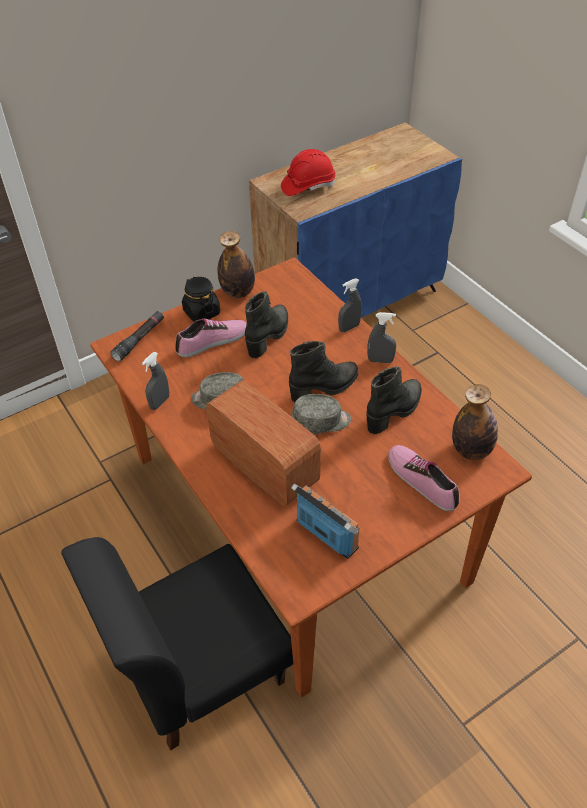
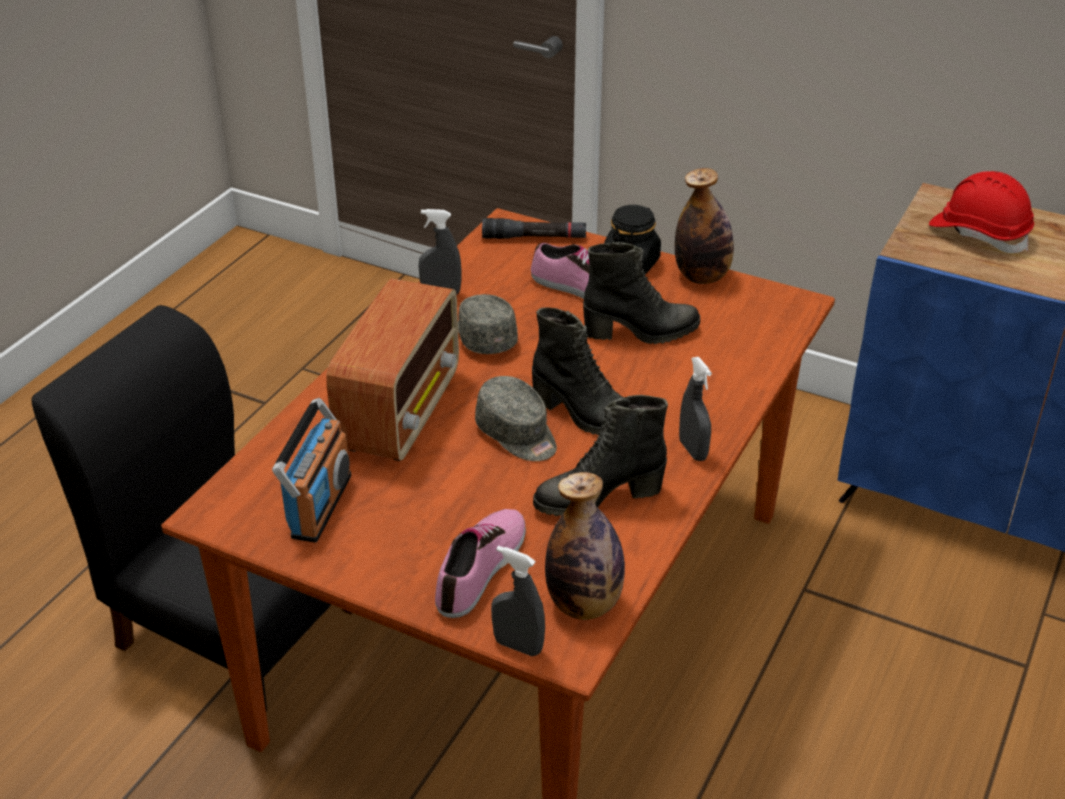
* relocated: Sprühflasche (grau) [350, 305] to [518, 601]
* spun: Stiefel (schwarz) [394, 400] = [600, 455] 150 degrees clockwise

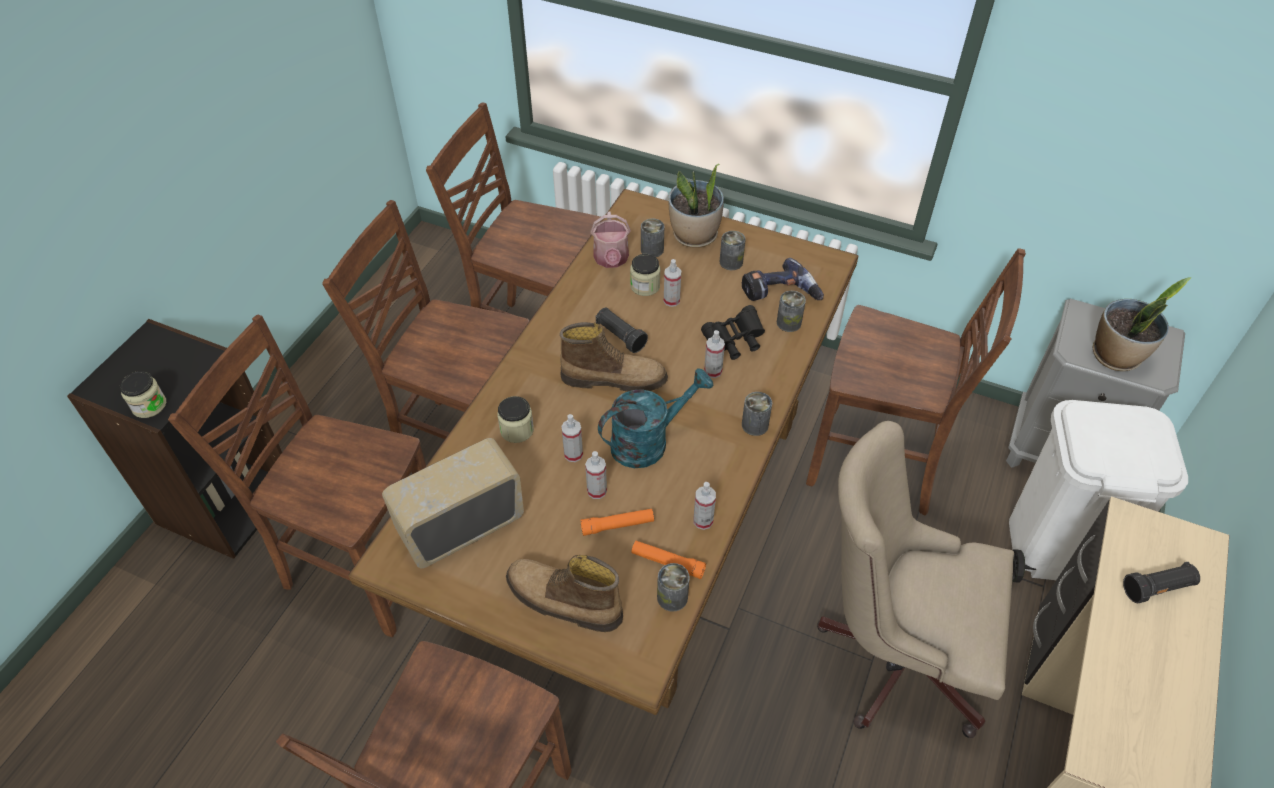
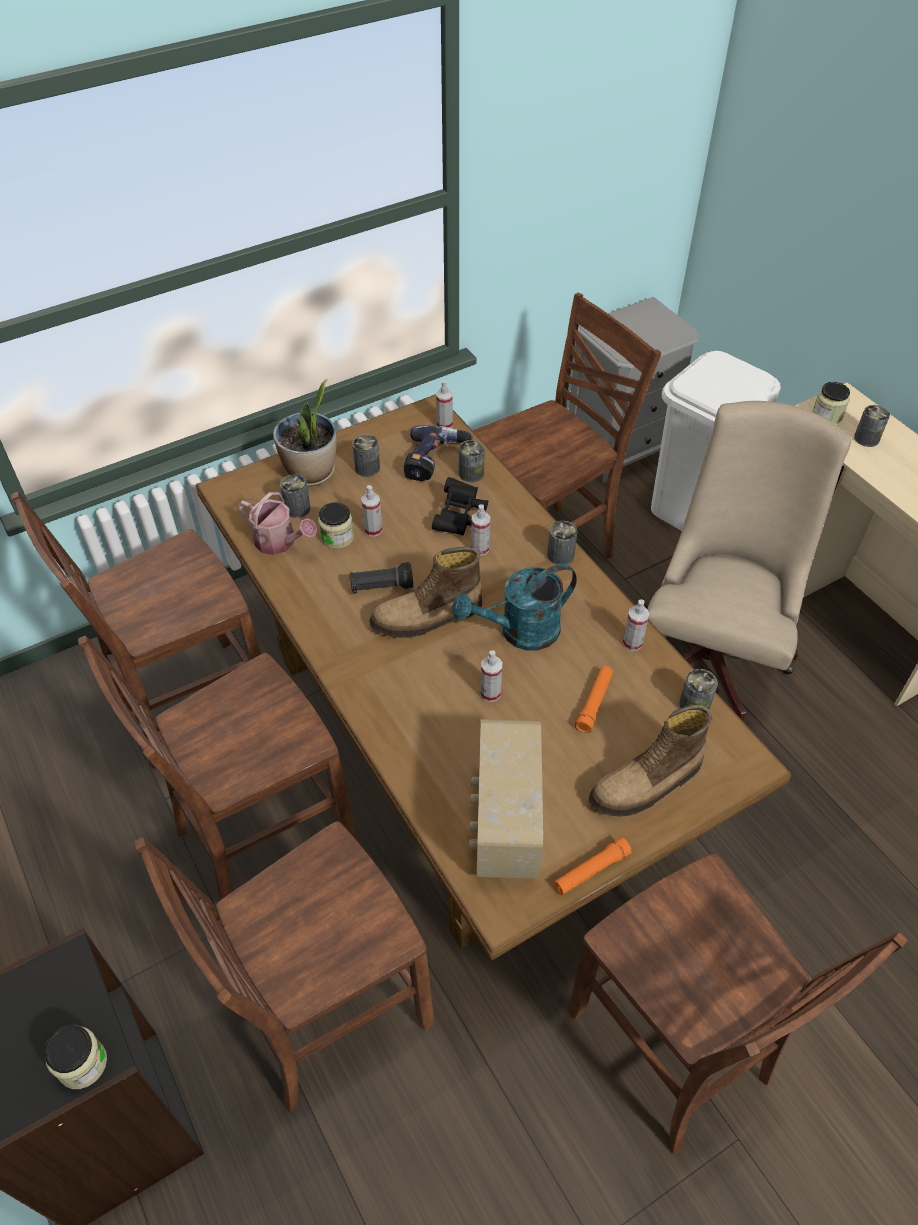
* missing: Topfpflanze [1142, 324]
* spun: Stiefel [614, 357] = [425, 592] 150 degrees counterclockwise
* spun: Gießkanne (türkis) [656, 418] = [514, 607] 120 degrees counterclockwise
* relocated: Vorratsglas [515, 419] to [831, 403]
* spun: Bürostuhl (beige) [915, 579] = [747, 561] 150 degrees clockwise
* relocated: Sprühflasche [596, 475] to [444, 404]
* relocated: Taschenlampe (orange) [668, 560] to [593, 866]
* exchanged: Taschenlampe (schwarz) [1161, 582] to Dose [872, 426]

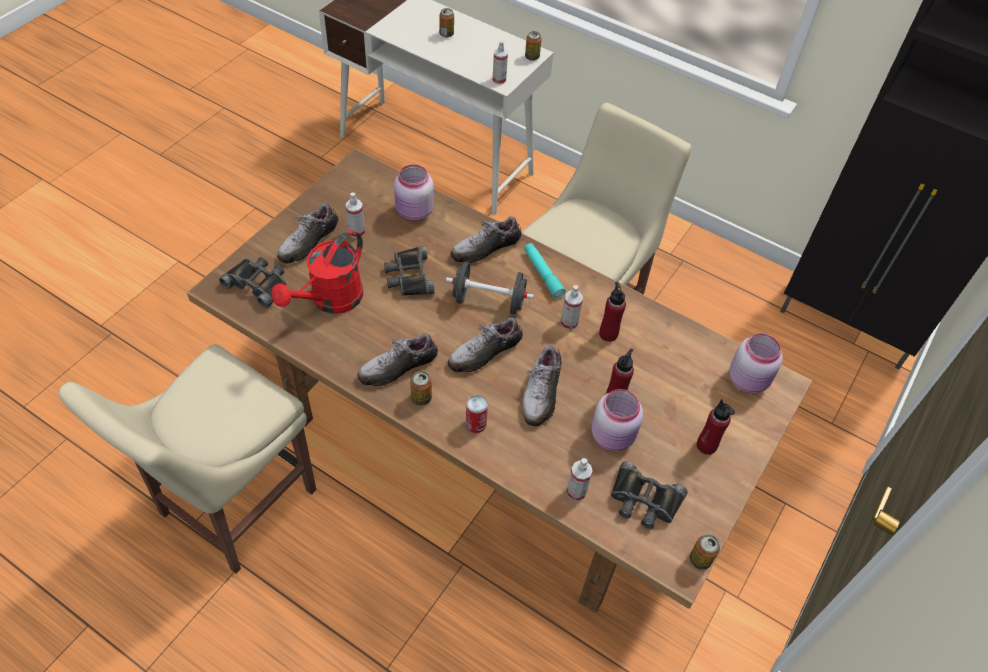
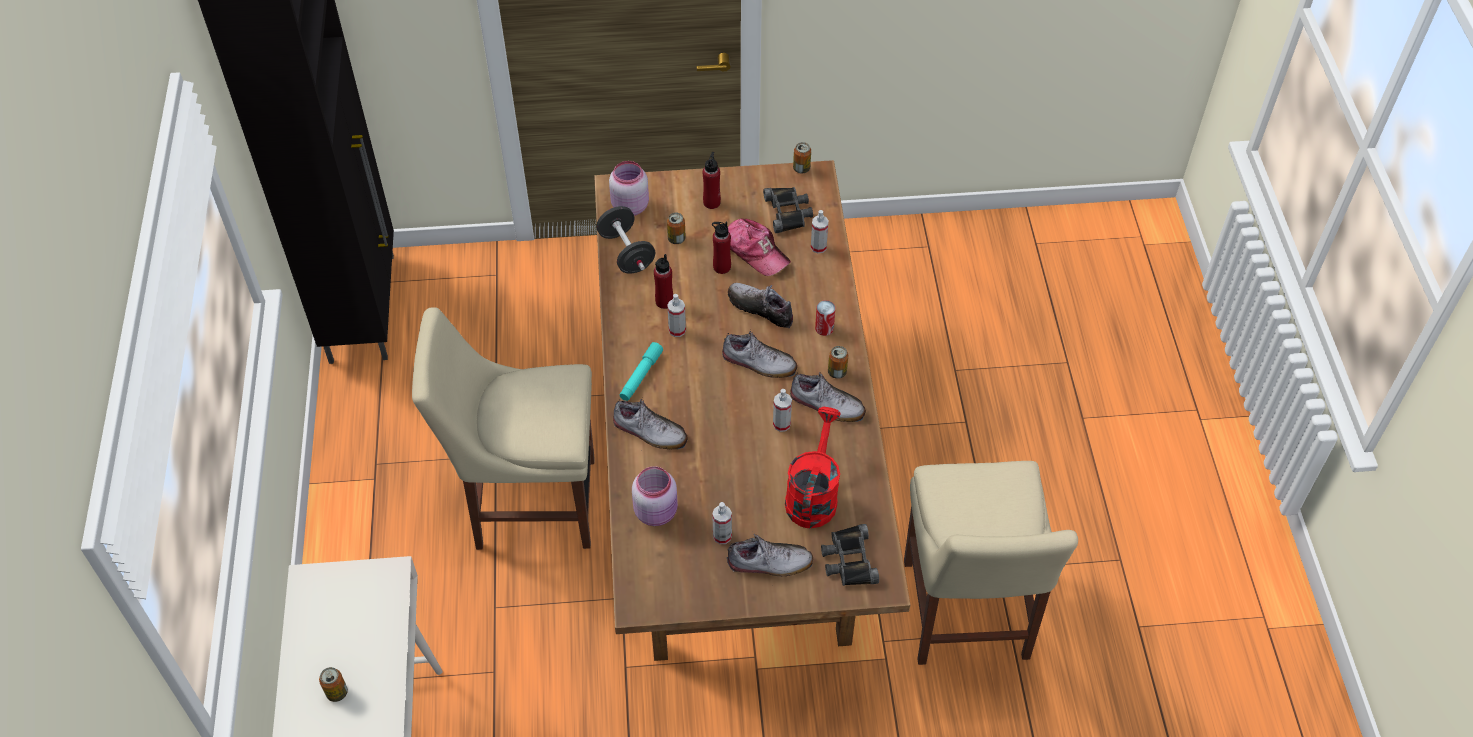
* relocated: Dose [533, 46] to [676, 228]
* relocated: Sprühflasche [500, 62] to [782, 410]
* spun: Gießkanne (rot) [317, 271] = [813, 467] 75 degrees counterclockwise
* missing: Fernglas (schwarz) [409, 271]
* relocated: Hantel (schwarz) [490, 288] to [625, 240]
* spun: Stuhl (beige) [187, 459] = [991, 563] 90 degrees clockwise
* spun: Schuh [544, 386] = [760, 305] 120 degrees counterclockwise
* exchanged: Vorratsglas (rosa) [617, 420] to Kappe [759, 247]

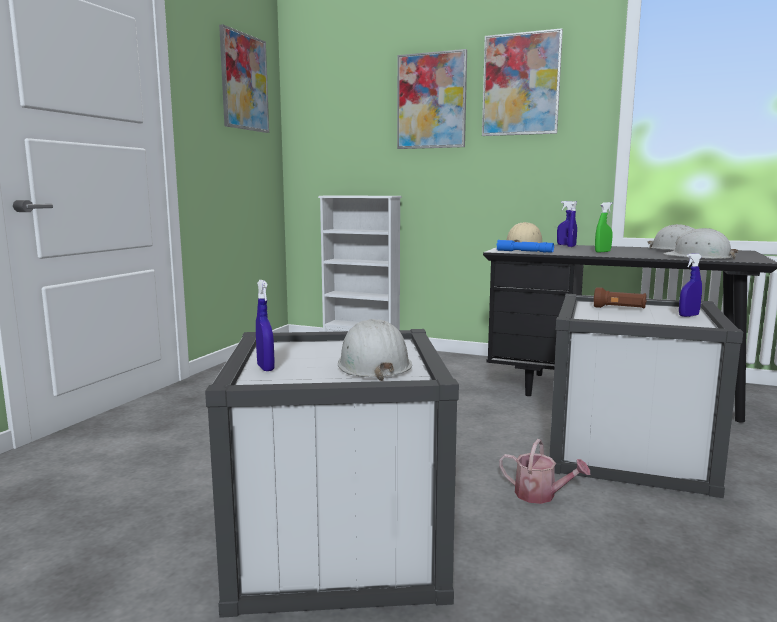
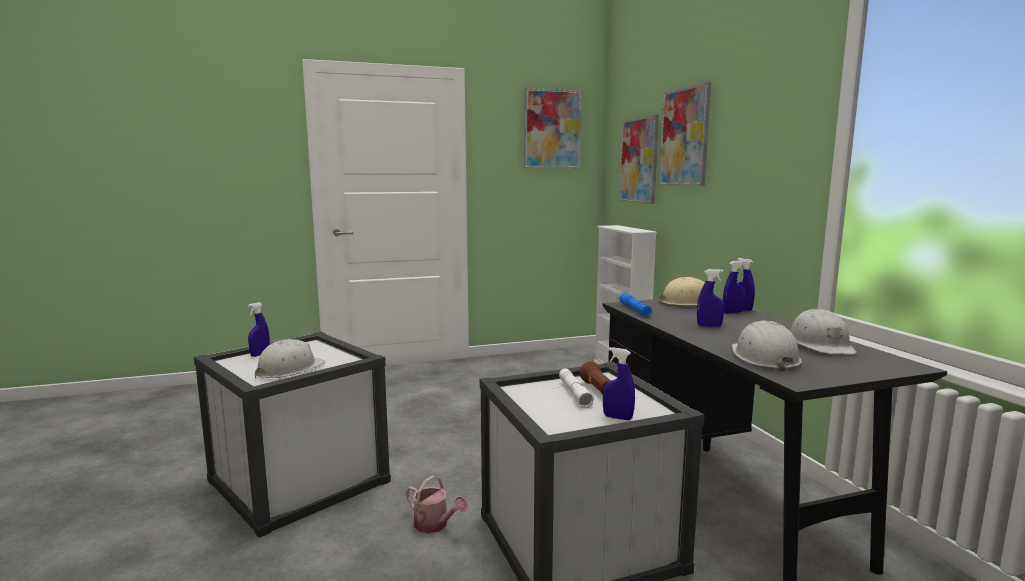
* relocated: Bild [522, 82] to [639, 159]
* colour: Sprühflasche (grün) [604, 227] to Sprühflasche (blau) [710, 298]
* spun: Gießkanne [544, 471] = [437, 504] 45 degrees counterclockwise
* appeared: Taschenlampe (weiß) [576, 388]

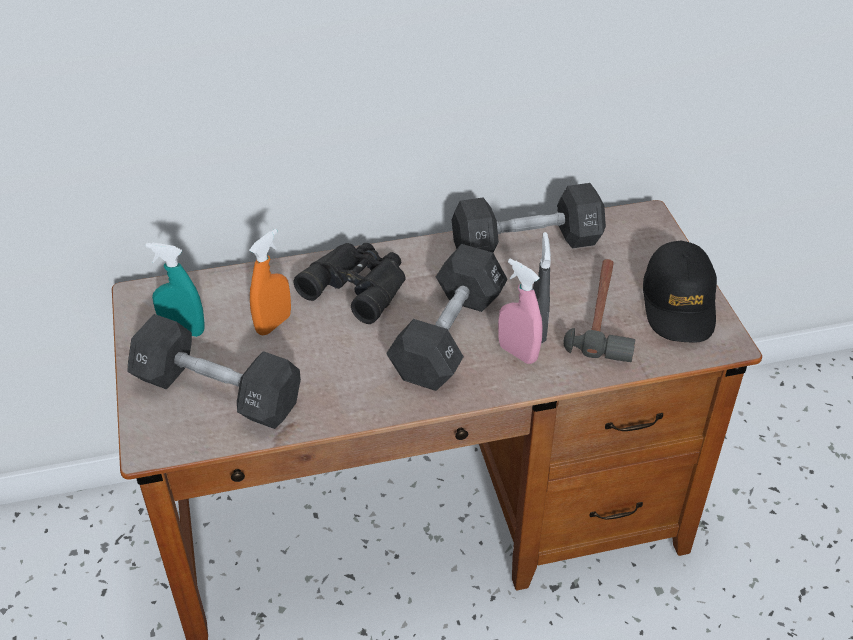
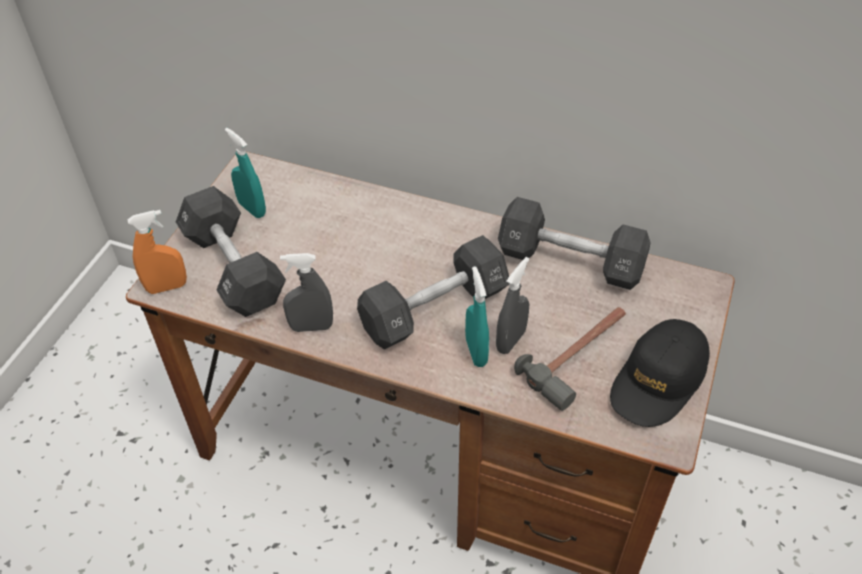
* relocated: Sprühflasche (orange) [270, 282] to [157, 252]
* missing: Fernglas (schwarz) [350, 283]
* colour: Sprühflasche (rosa) [520, 311] to Sprühflasche (türkis) [477, 316]
* appeared: Sprühflasche (grau) [306, 292]

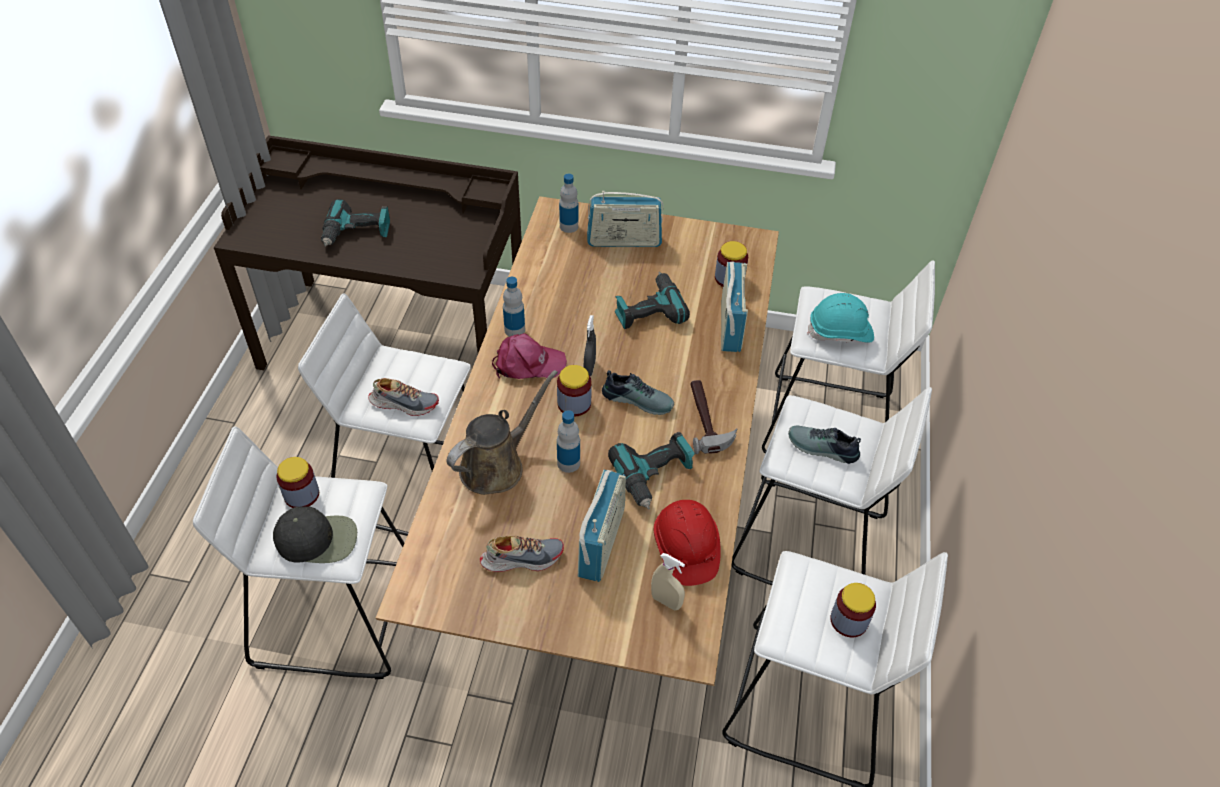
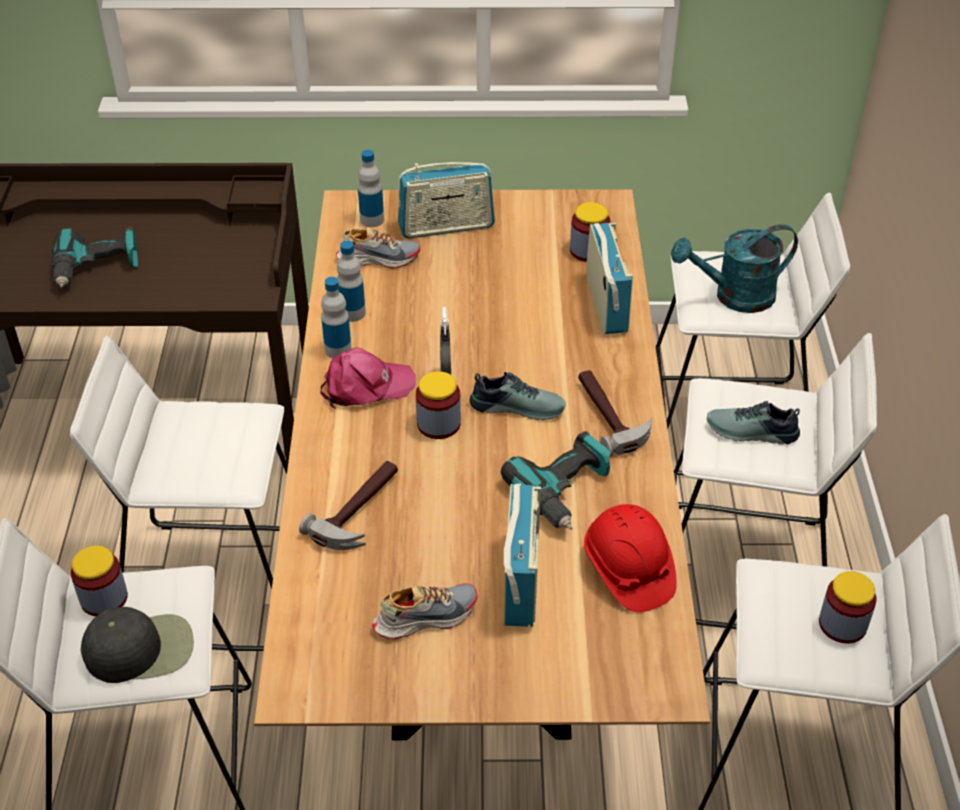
* missing: Bohrmaschine [652, 300]
* exchanged: Schutzhelm (türkis) [840, 318] to Gießkanne (türkis) [734, 268]
* exchanged: Gießkanne (braun) [502, 432] to Hammer [348, 505]
* relocated: Schuh [403, 397] to [378, 248]
* relocated: Flasche [568, 441] to [351, 281]
* missing: Sprühflasche (beige) [668, 581]

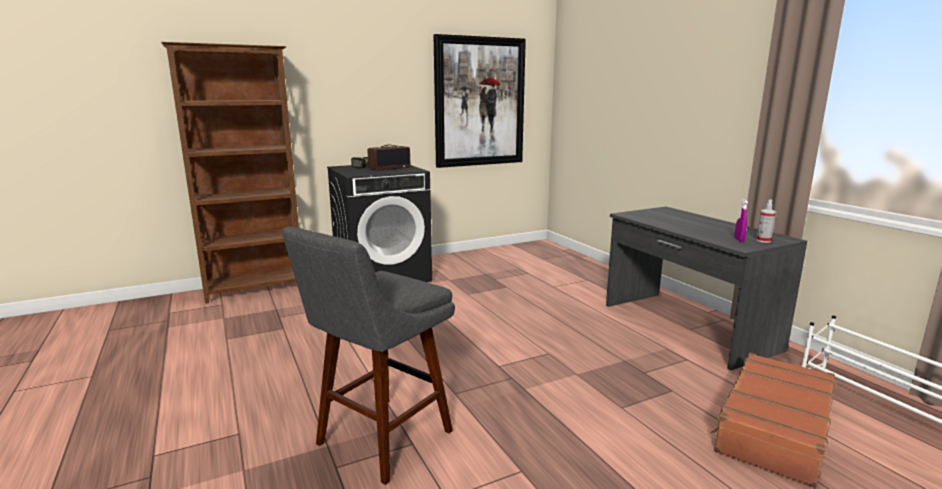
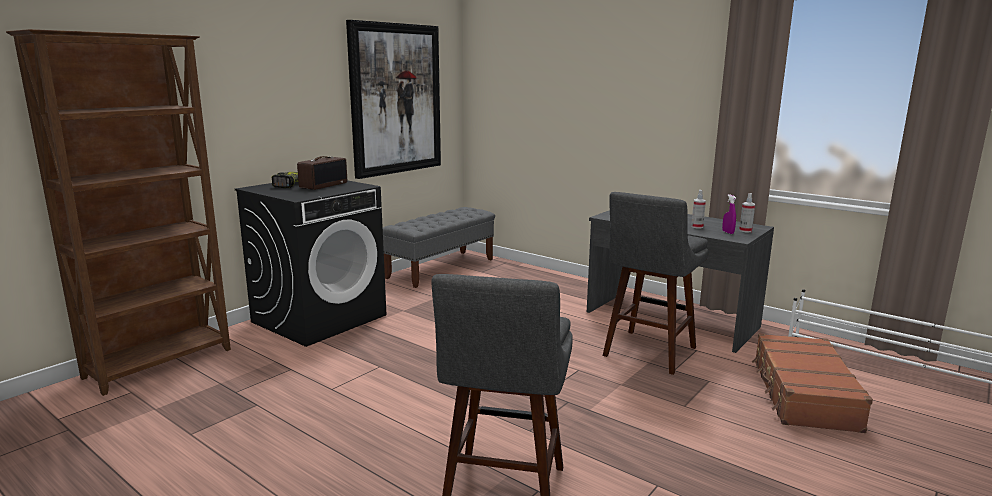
* appeared: Sprühflasche [698, 209]
* appeared: Hocker (grau) [655, 283]
* appeared: Bank (grau) [439, 247]

